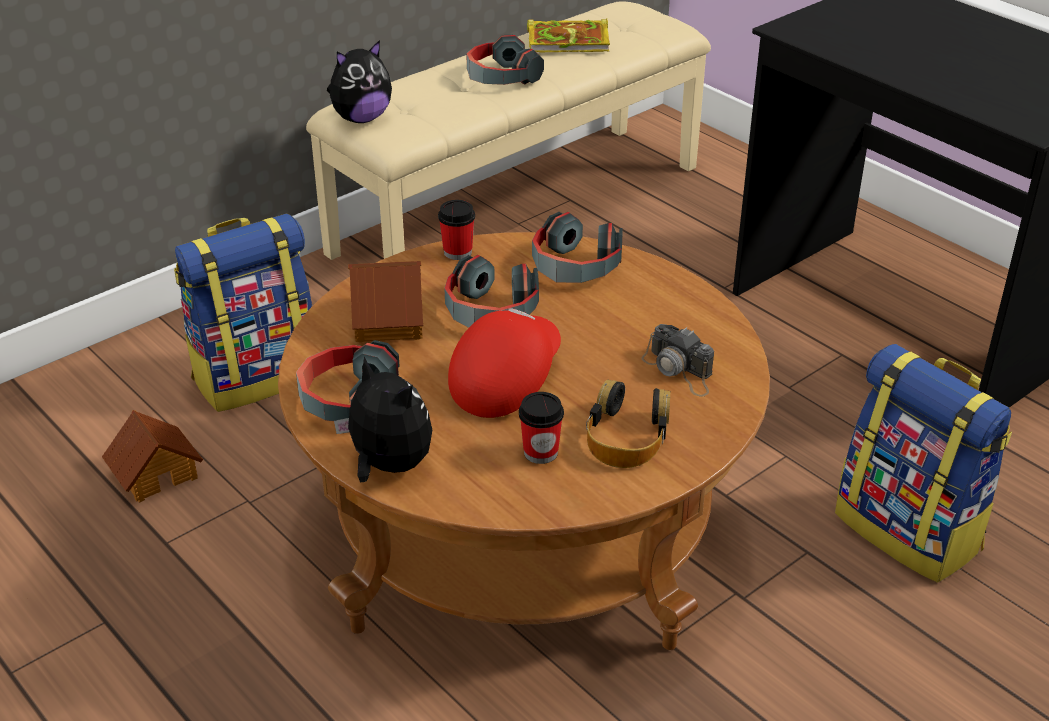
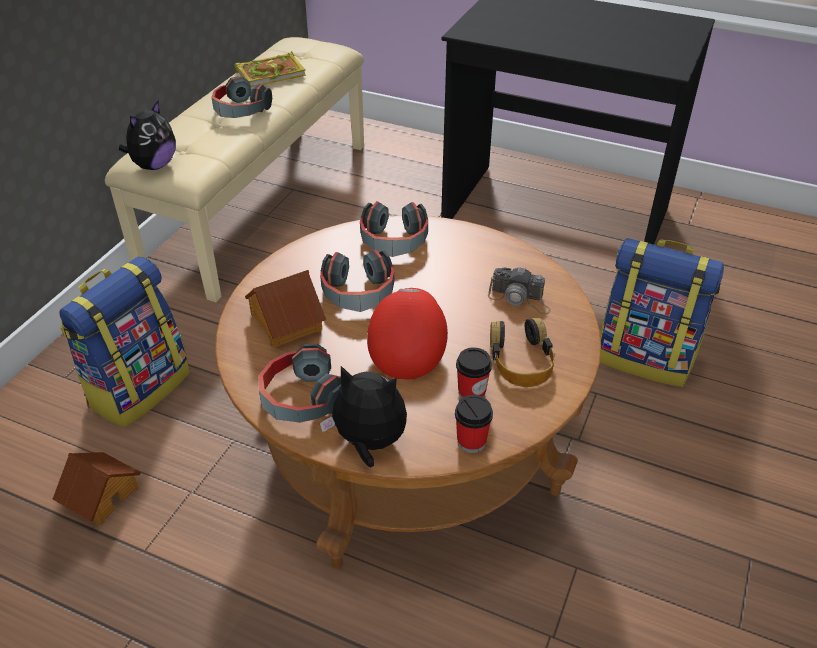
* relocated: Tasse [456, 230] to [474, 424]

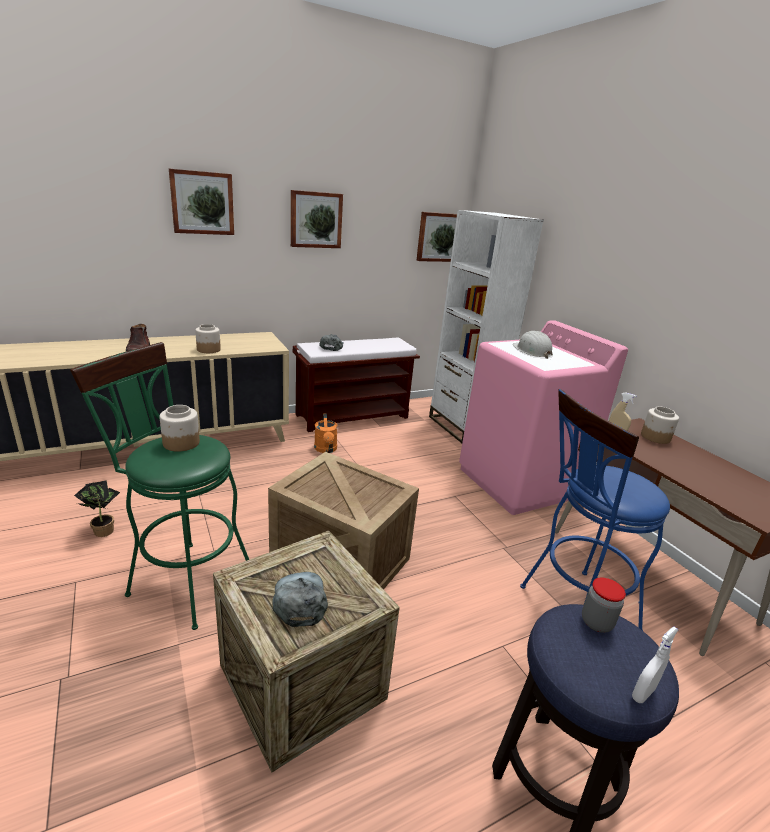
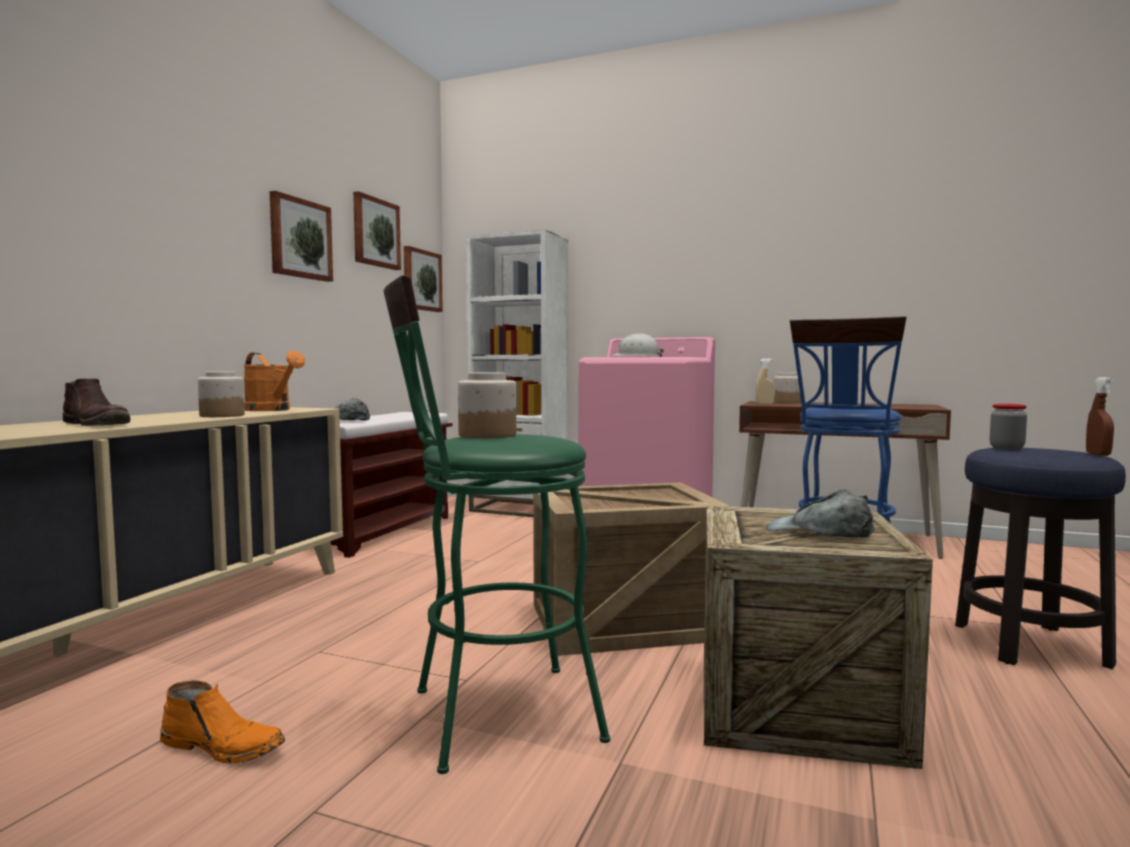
* relocated: Bild [201, 202] to [377, 230]
* relocated: Gießkanne (orange) [326, 433] to [274, 381]
* exchanged: Topfpflanze [97, 508] to Stiefel (orange) [222, 721]
* colour: Sprühflasche (weiß) [655, 665] to Sprühflasche (braun) [1100, 416]

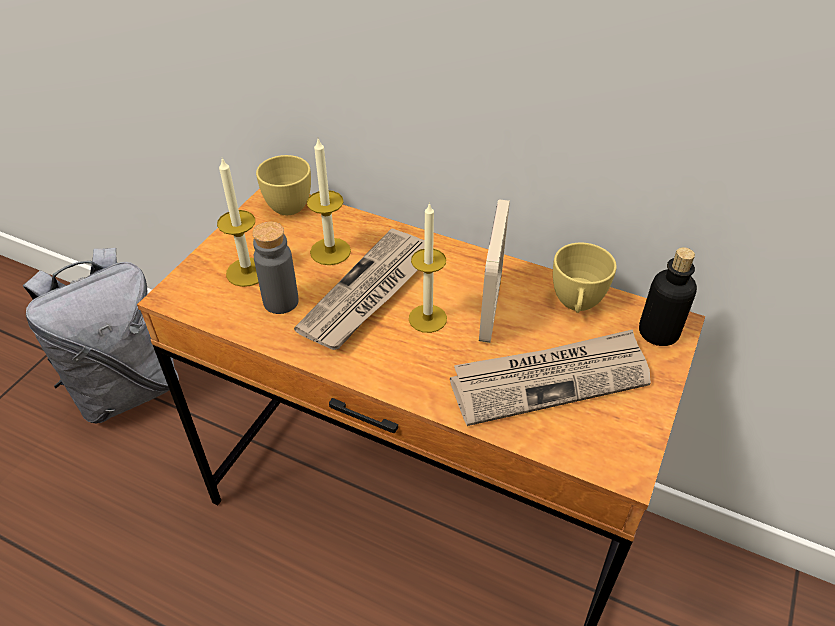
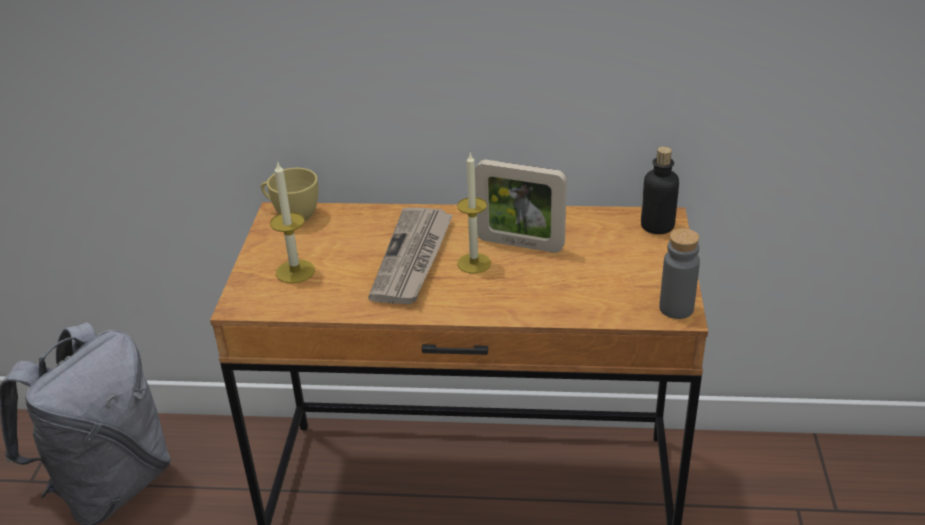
* missing: Kerze [329, 202]
* spun: Bilderrahmen [494, 271] = [521, 206] 120 degrees clockwise
* relocated: Flasche (grau) [275, 268] to [679, 273]
* missing: Tasse (gelb) [585, 277]
* missing: Zeitung [550, 377]

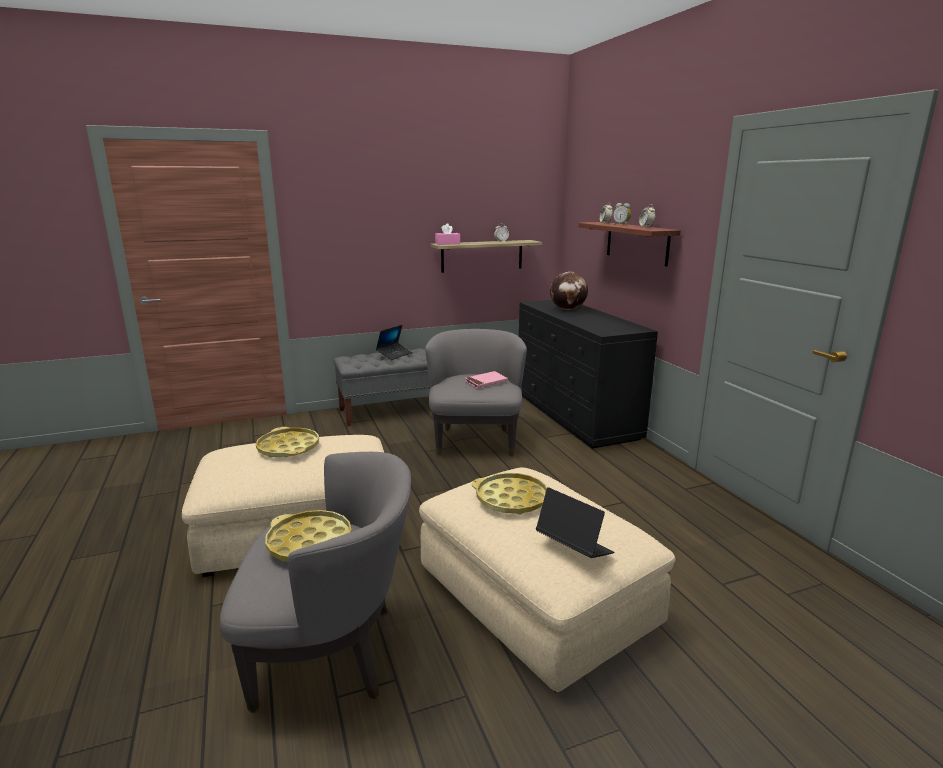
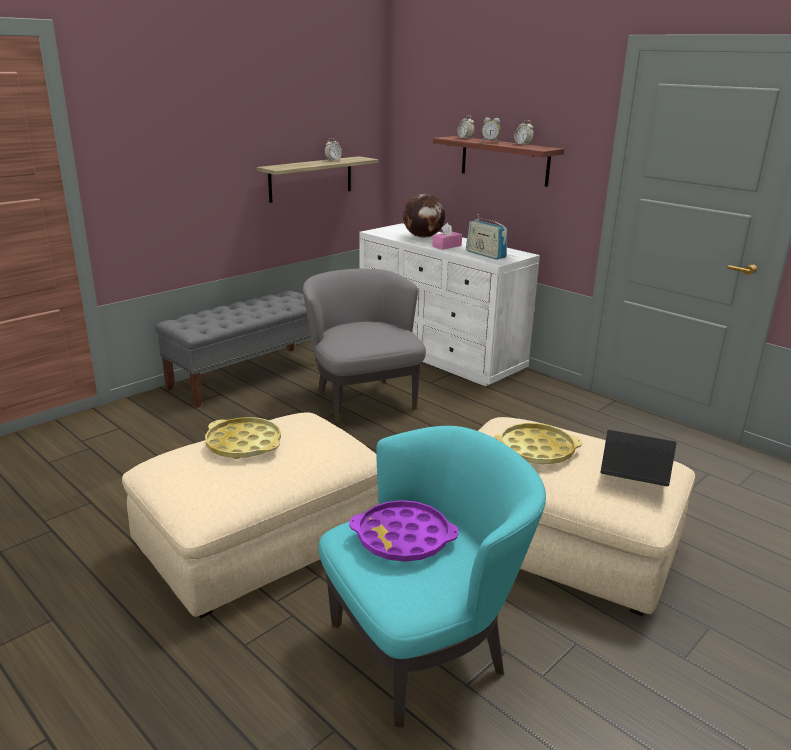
* relocated: Taschentuchbox (rosa) [447, 234] to [447, 236]
* colour: Kommode (schwarz) [588, 374] to Kommode (weiß) [449, 305]
* missing: Laptop [394, 342]
* missing: Buch (rosa) [486, 379]
* colour: Sessel (grau) [315, 582] to Sessel (türkis) [432, 577]
* colour: Tablett (gelb) [308, 536] to Tablett (lila) [404, 531]
* appeared: Radio [486, 237]

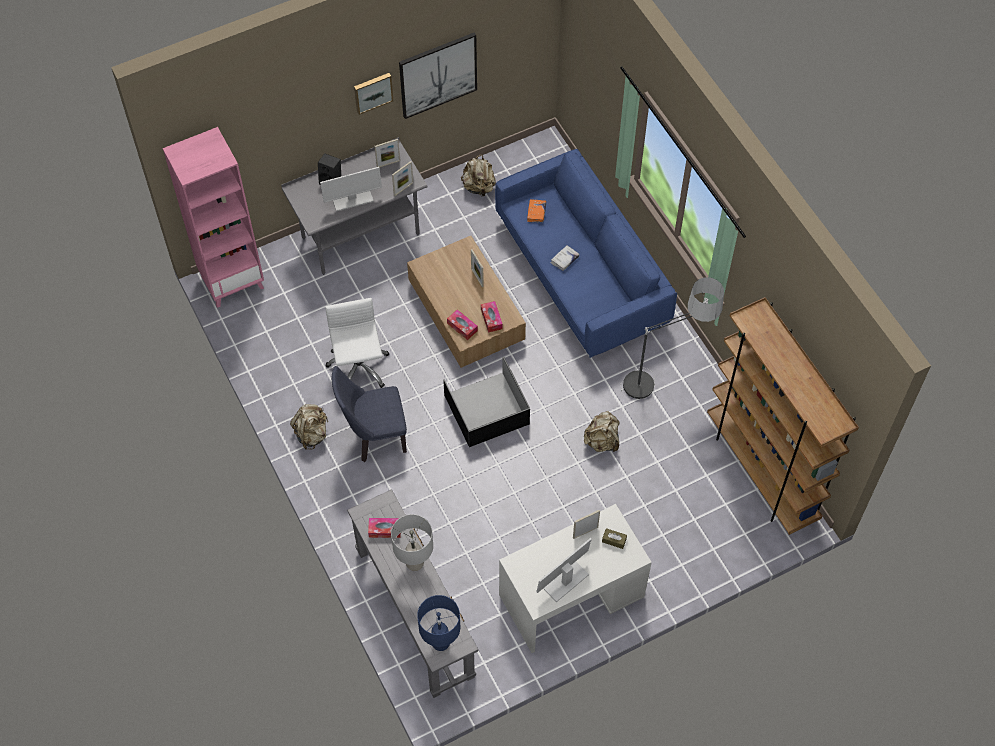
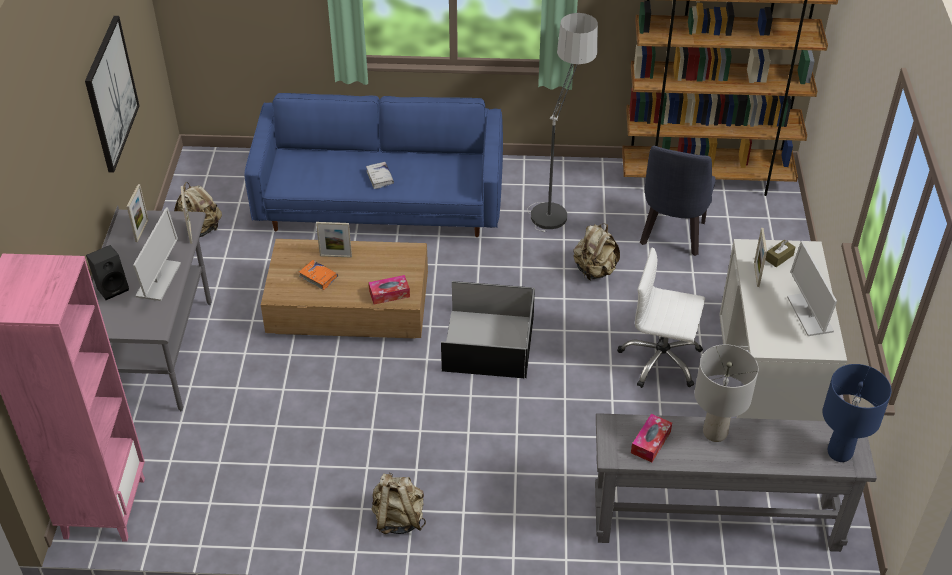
* missing: Bild [373, 94]
* relocated: Buch (orange) [536, 210] to [318, 275]
* relocated: Bürostuhl (weiß) [357, 343] to [661, 318]
* missing: Taschentuchbox [492, 317]
* relocated: Stuhl (blau) [369, 414] to [678, 201]

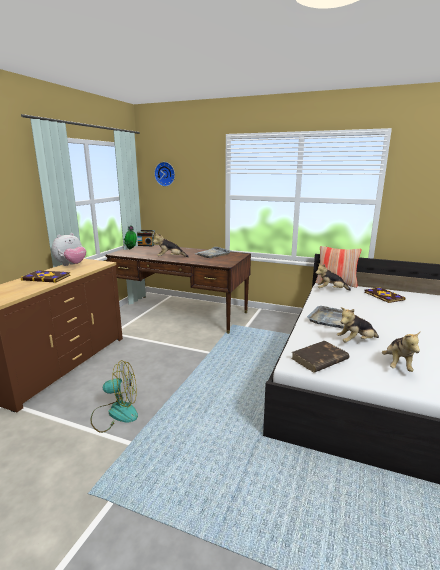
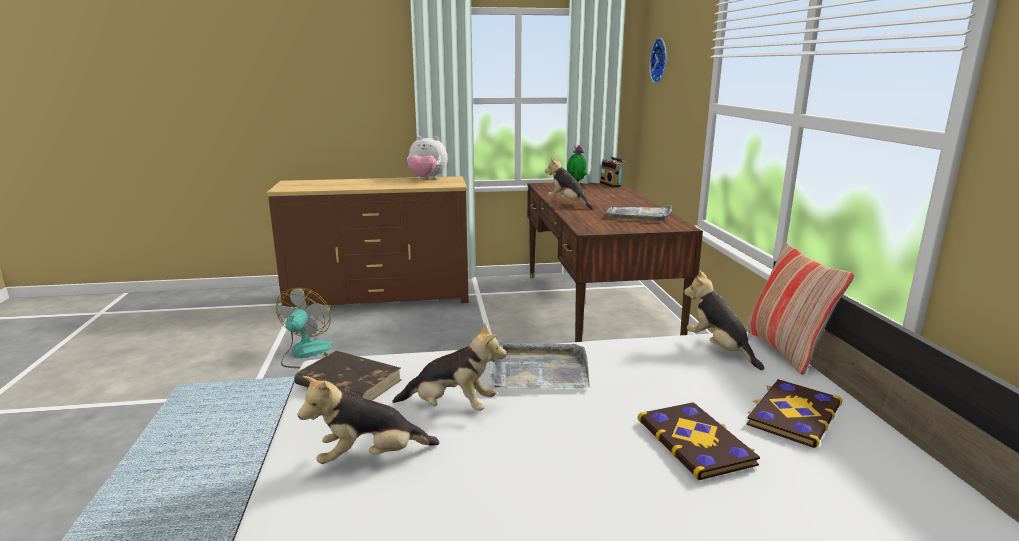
* relocated: Buch [46, 276] to [698, 441]
* spun: Plüschtier [358, 325] = [449, 367] 150 degrees clockwise
* spun: Ventilator [114, 396] = [304, 328] 135 degrees counterclockwise

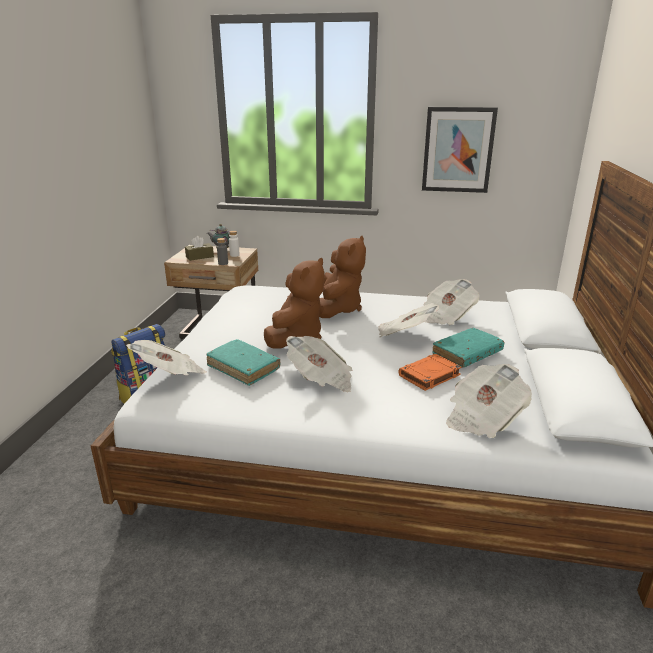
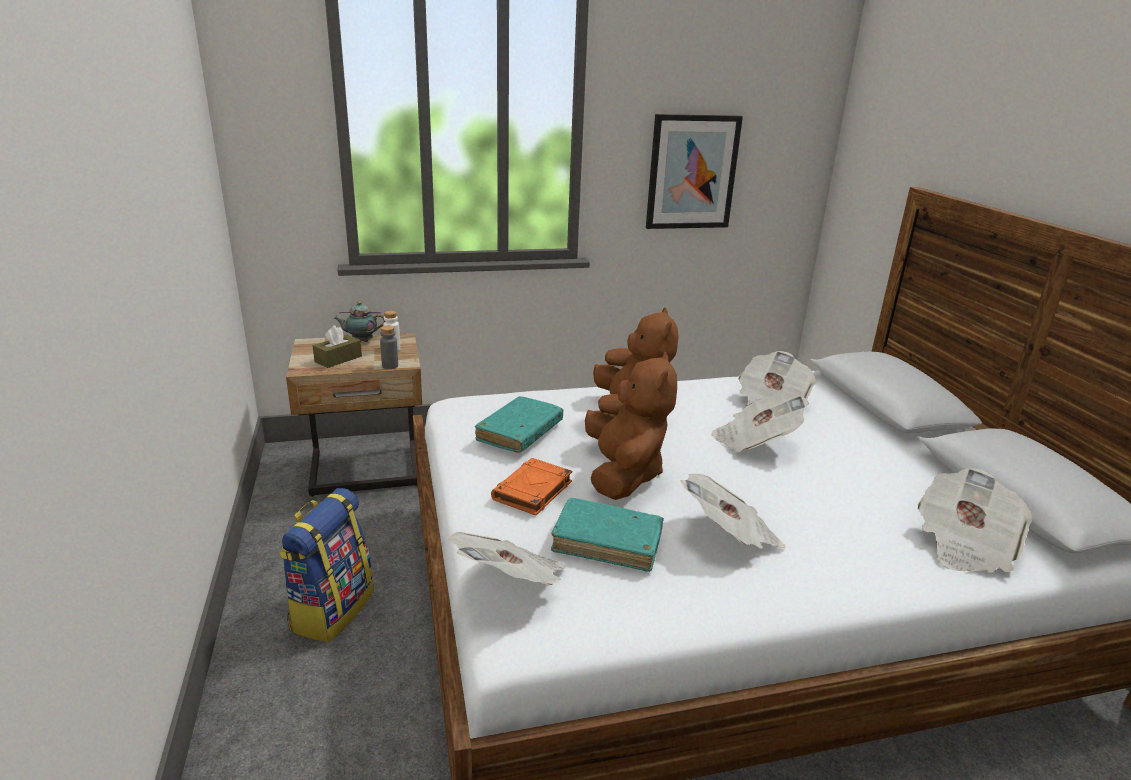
* relocated: Buch (türkis) [468, 348] to [519, 424]
* relocated: Buch (orange) [430, 372] to [531, 487]

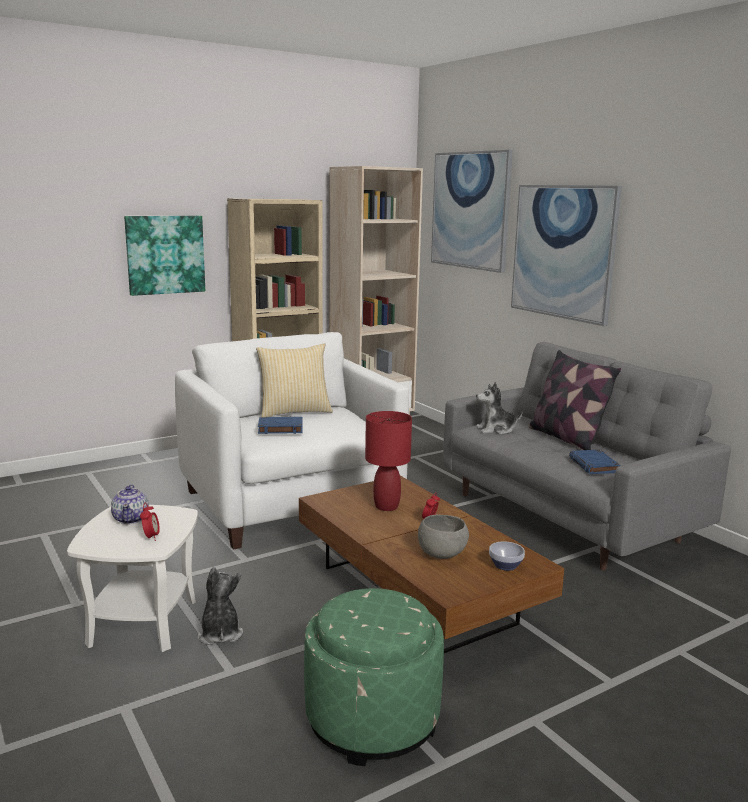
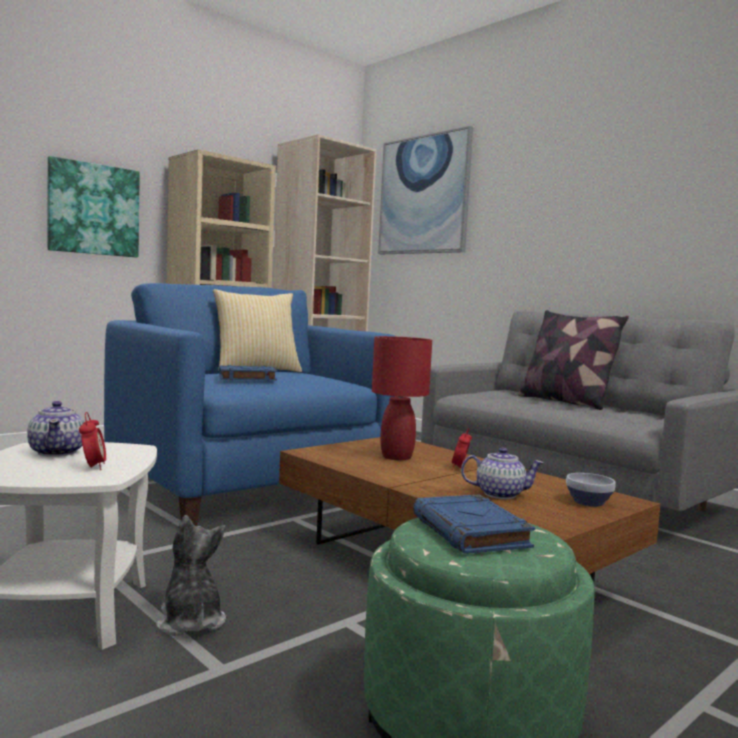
* missing: Bild [566, 255]
* colour: Sessel (weiß) [292, 441] to Sessel (blau) [250, 404]
* missing: Plüschtier [499, 408]
* relocated: Buch (blau) [594, 462] to [474, 524]
* exchanged: Schüssel (grau) [443, 537] to Teekanne [502, 473]

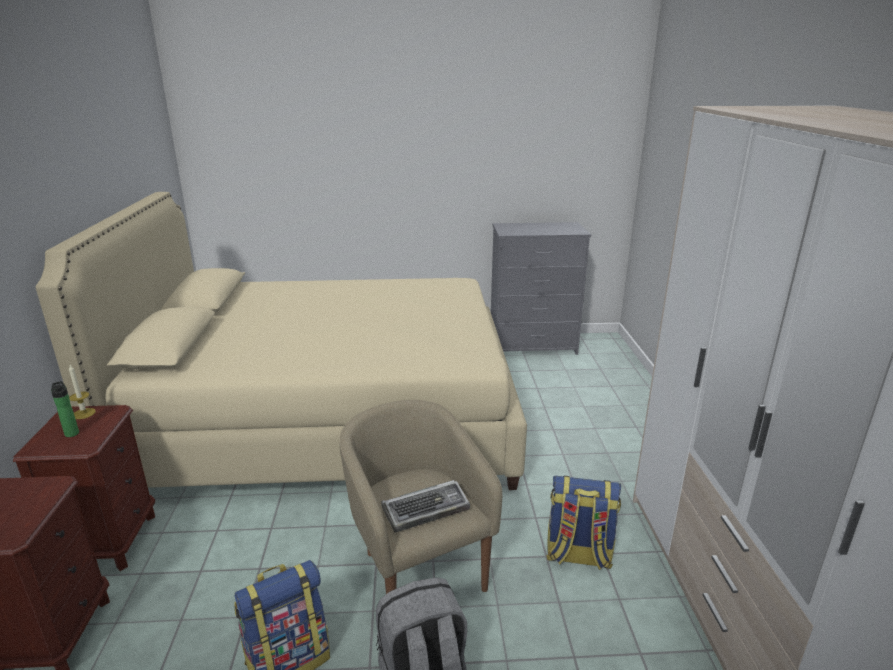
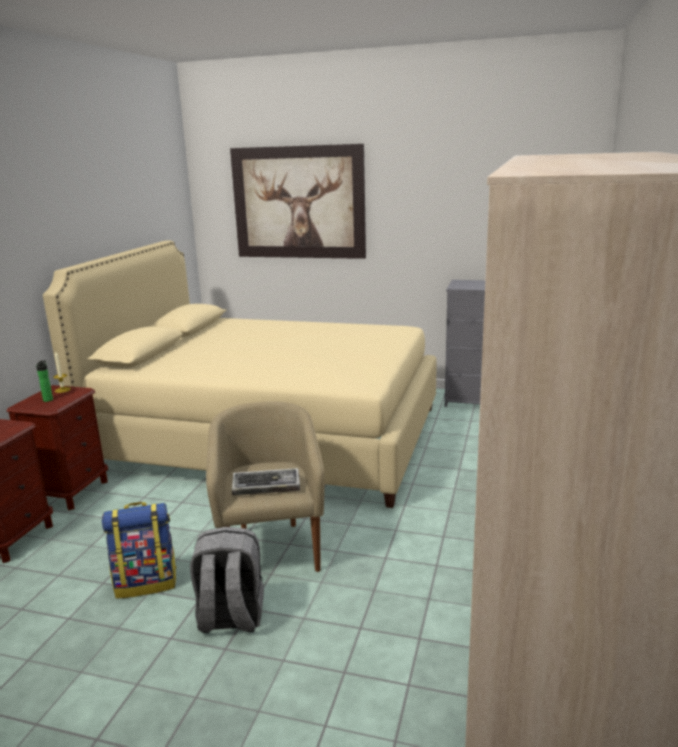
* missing: Rucksack [583, 523]
* appeared: Bild [298, 201]

